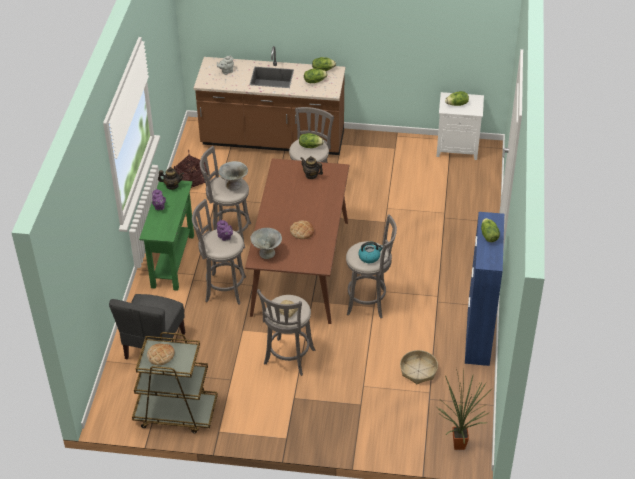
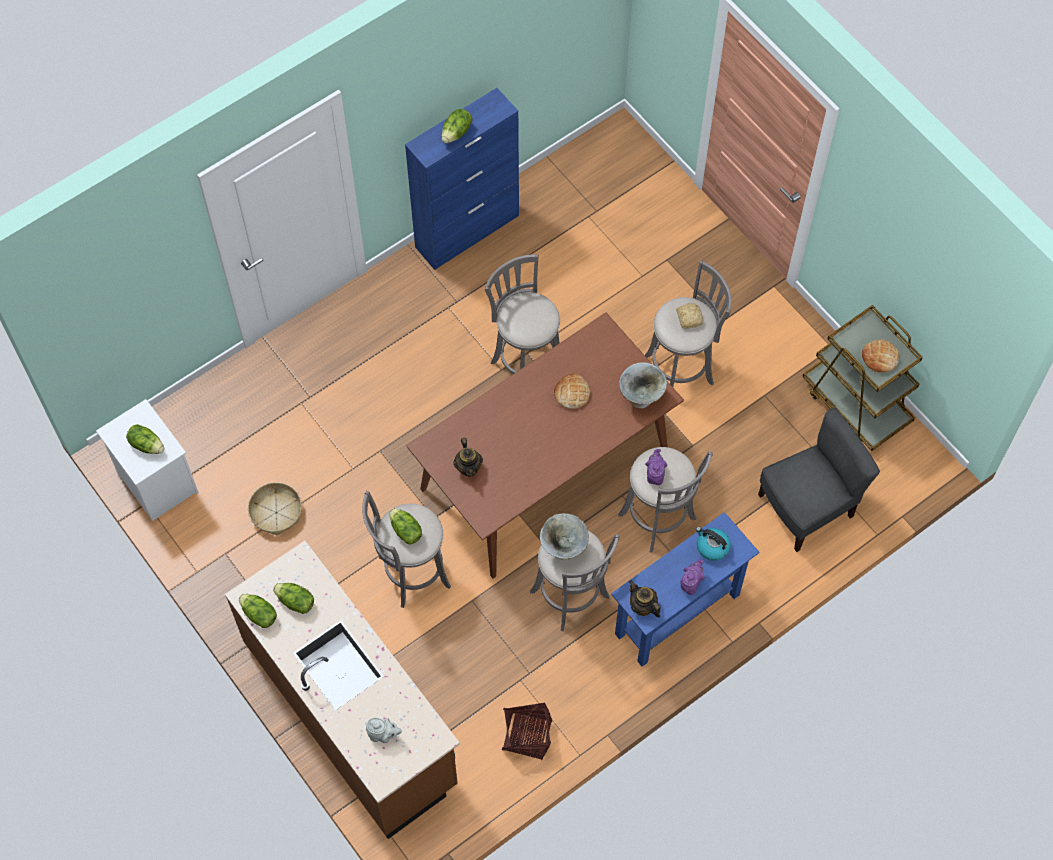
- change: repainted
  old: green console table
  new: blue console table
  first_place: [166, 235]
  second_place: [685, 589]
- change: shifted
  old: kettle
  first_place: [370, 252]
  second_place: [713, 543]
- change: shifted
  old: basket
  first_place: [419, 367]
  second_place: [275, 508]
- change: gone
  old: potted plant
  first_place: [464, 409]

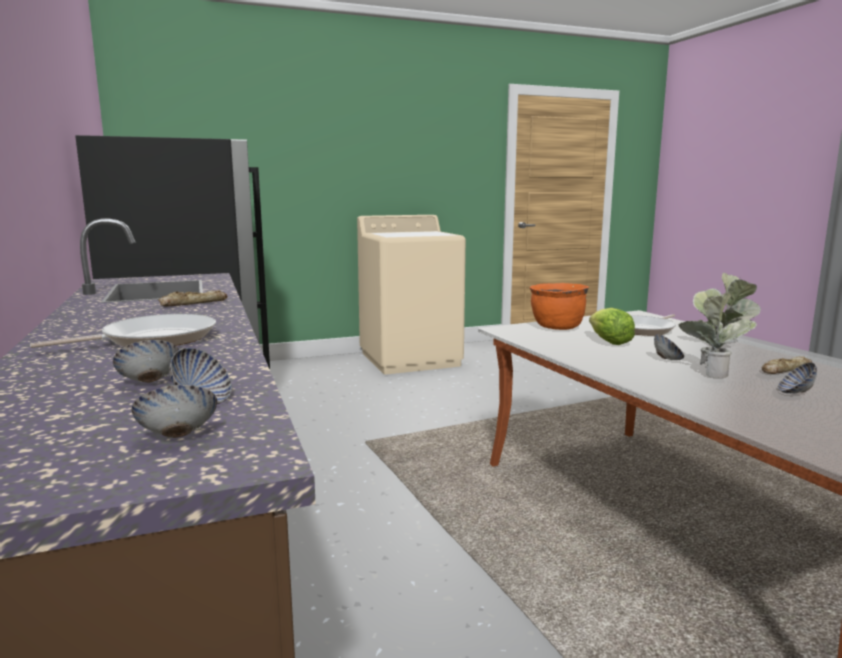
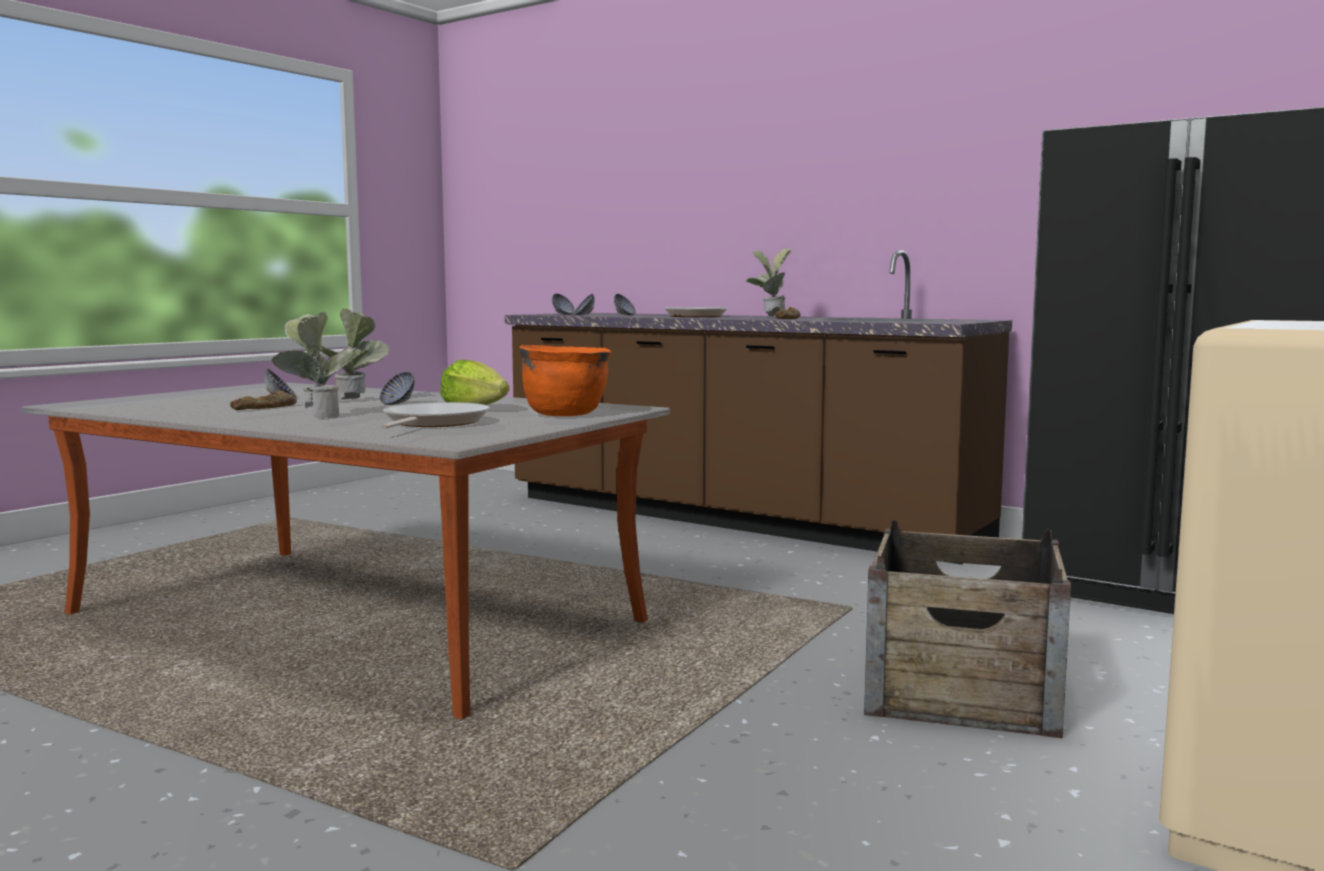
- change: new
  new: potted plant
  second_place: [768, 282]
- change: new
  new: crate
  second_place: [967, 629]

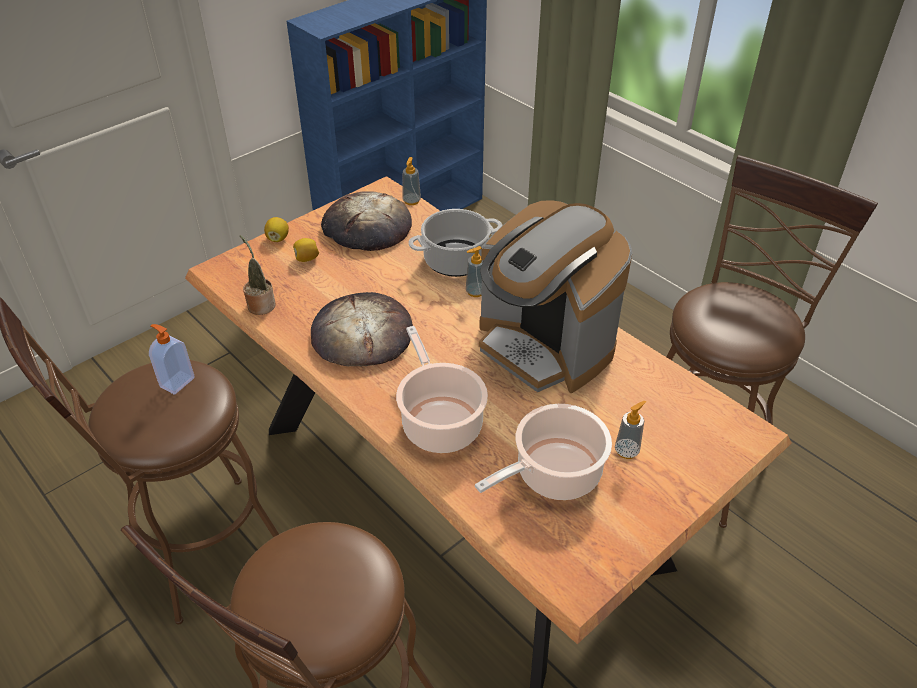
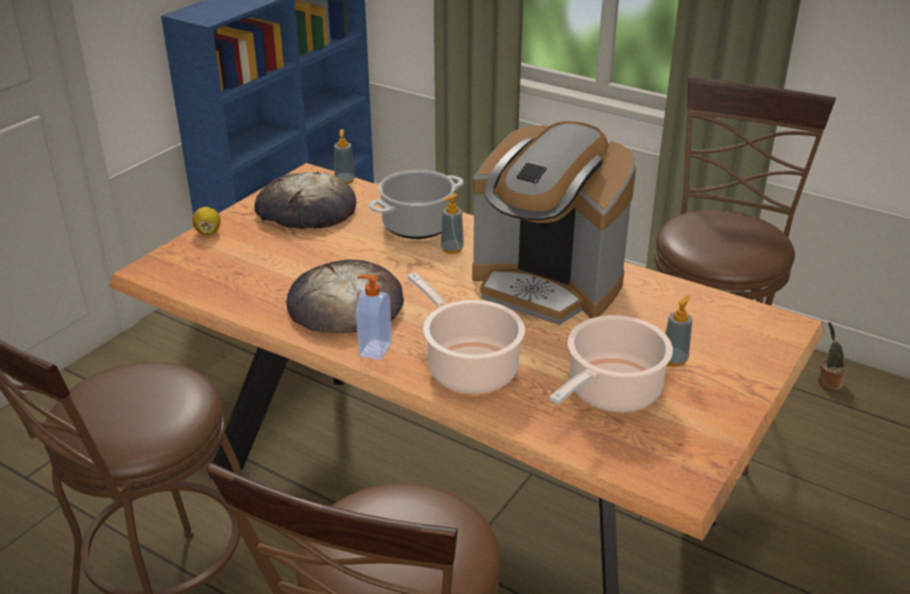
- change: shifted
  old: potted plant
  first_place: [258, 275]
  second_place: [833, 356]
- change: gone
  old: lemon
  first_place: [306, 250]
- change: shifted
  old: soap dispenser
  first_place: [172, 359]
  second_place: [374, 317]

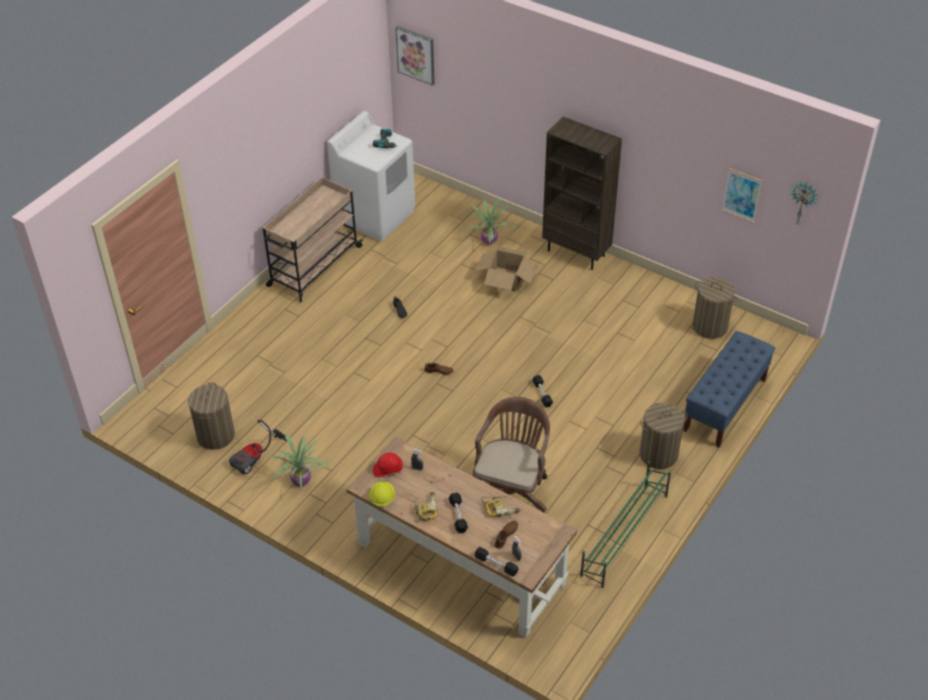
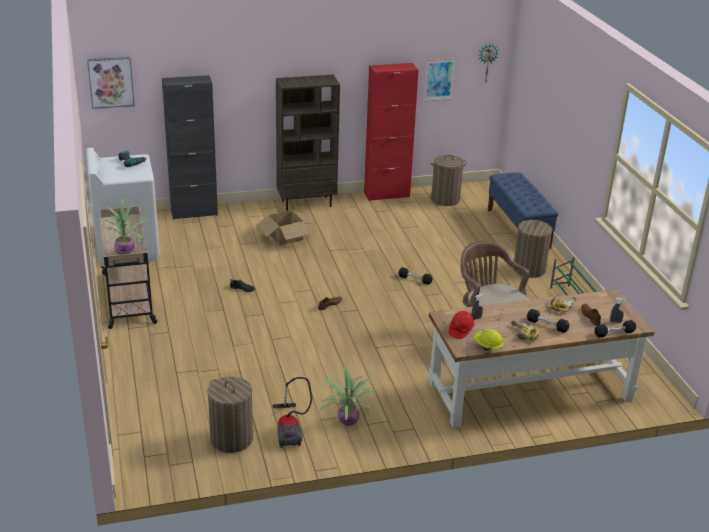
- change: shifted
  old: potted plant
  first_place: [493, 221]
  second_place: [122, 227]
- change: new
  new: red cabinet
  second_place: [391, 132]
- change: new
  new: black cabinet
  second_place: [190, 147]

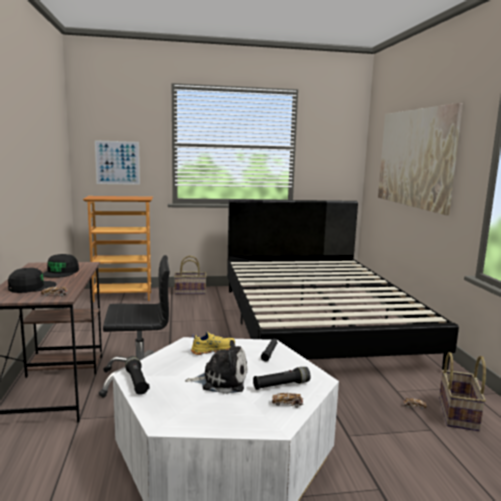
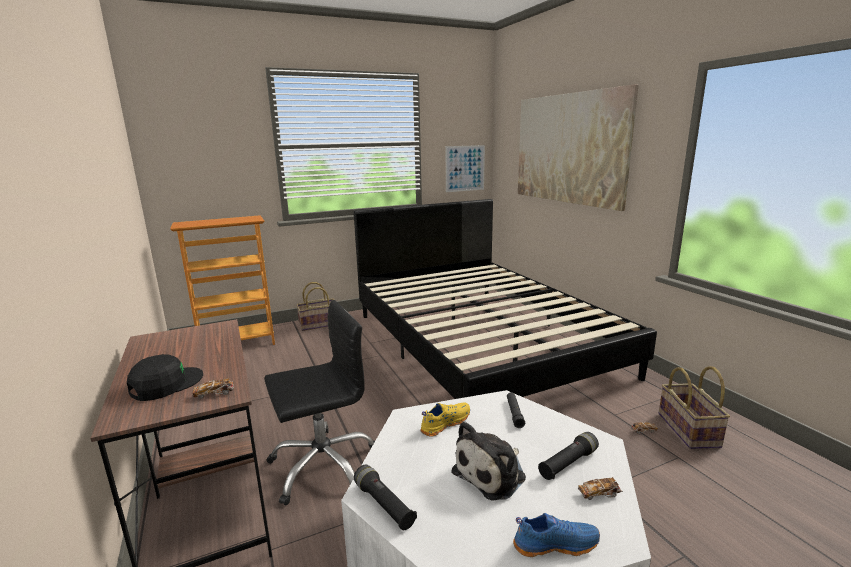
- change: shifted
  old: picture
  first_place: [117, 162]
  second_place: [465, 168]
- change: gone
  old: black cap
  first_place: [61, 266]
- change: rotated
  old: plush toy
  first_place: [216, 367]
  second_place: [488, 461]
  degrees: 150
- change: new
  new: blue shoe
  second_place: [556, 535]

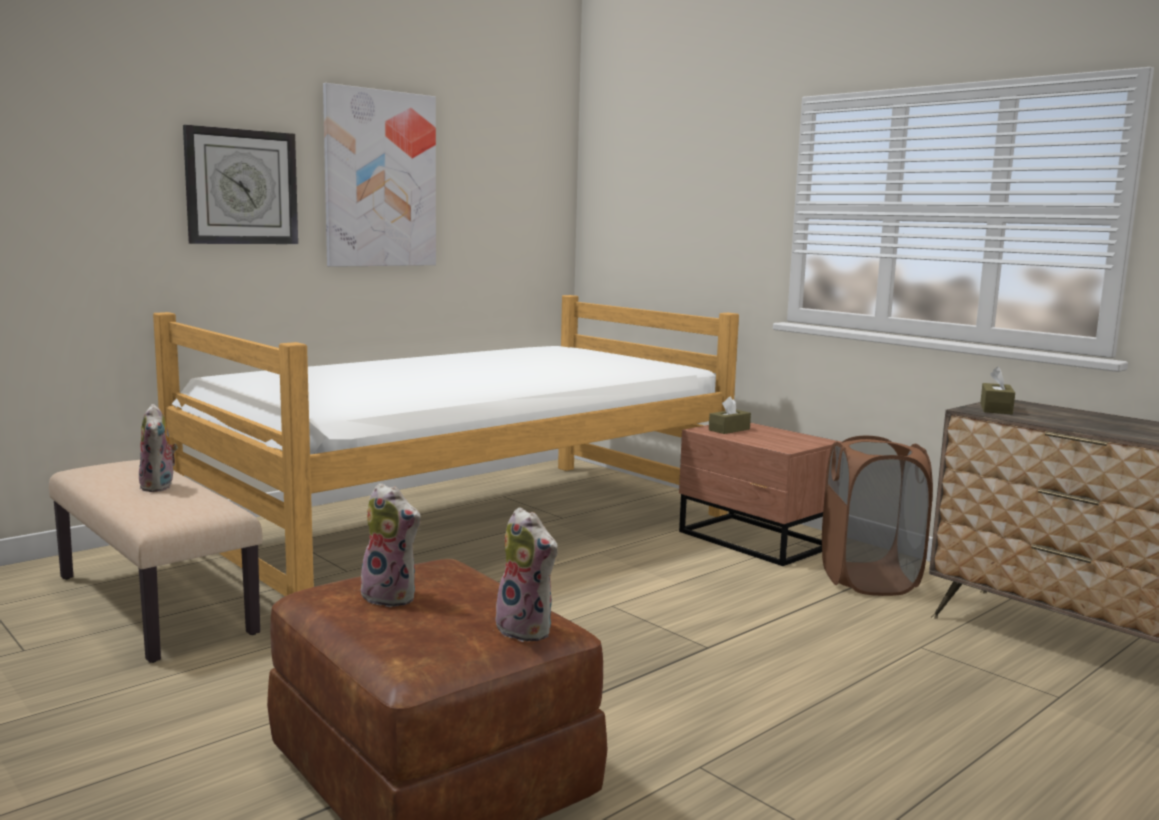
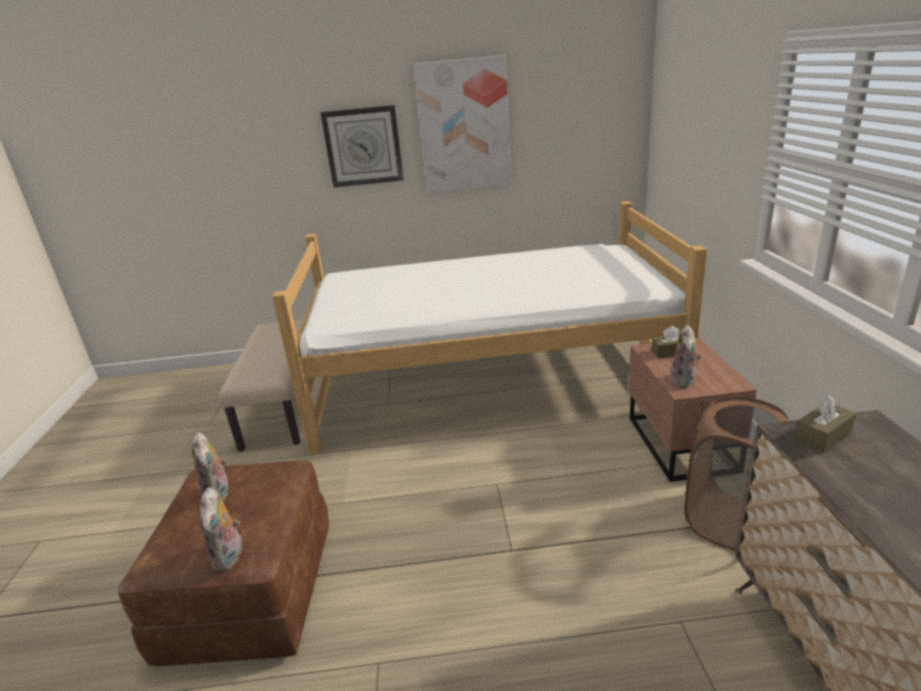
- change: shifted
  old: plush toy
  first_place: [158, 448]
  second_place: [686, 356]

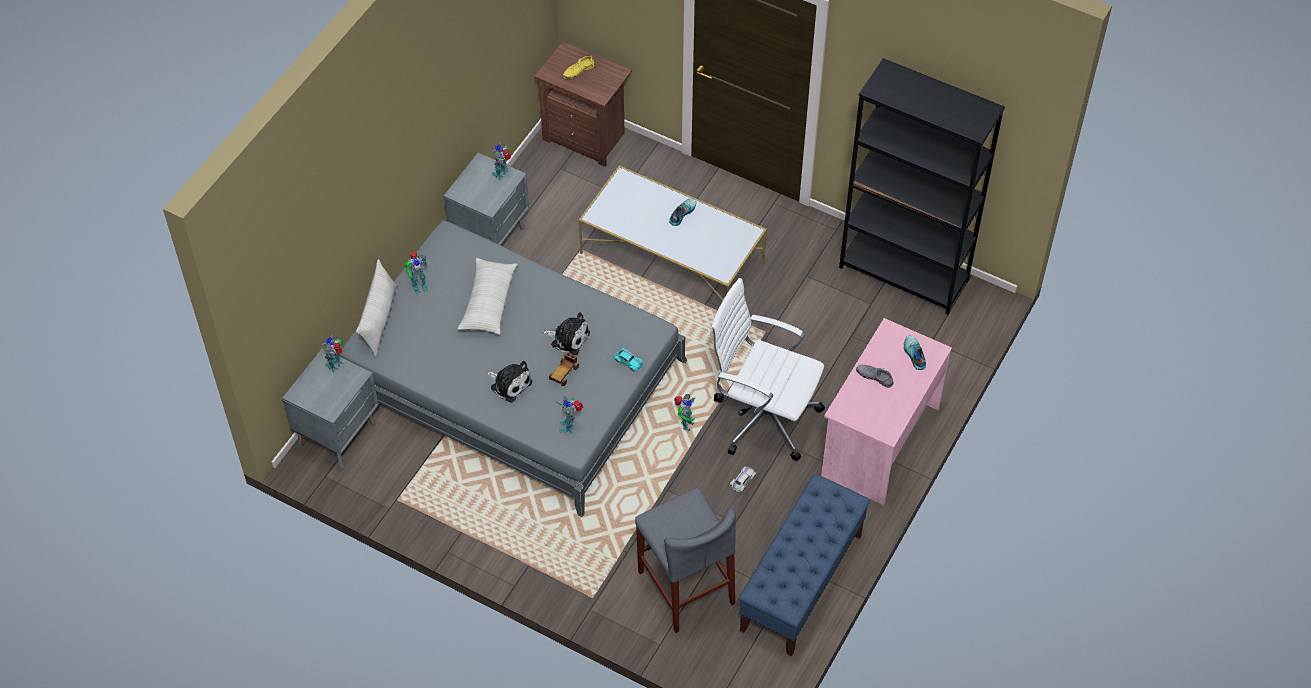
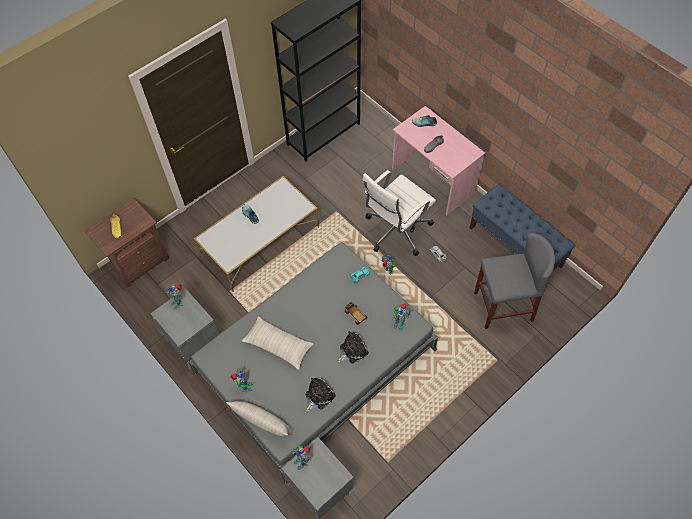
- change: shifted
  old: plush toy
  first_place: [566, 333]
  second_place: [320, 395]

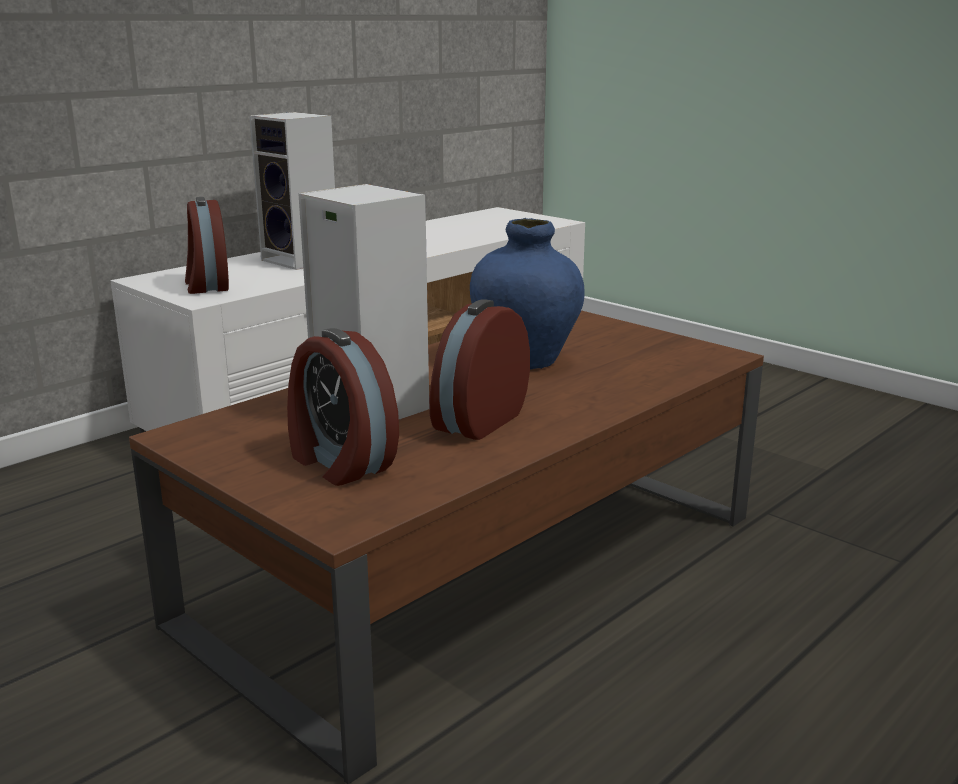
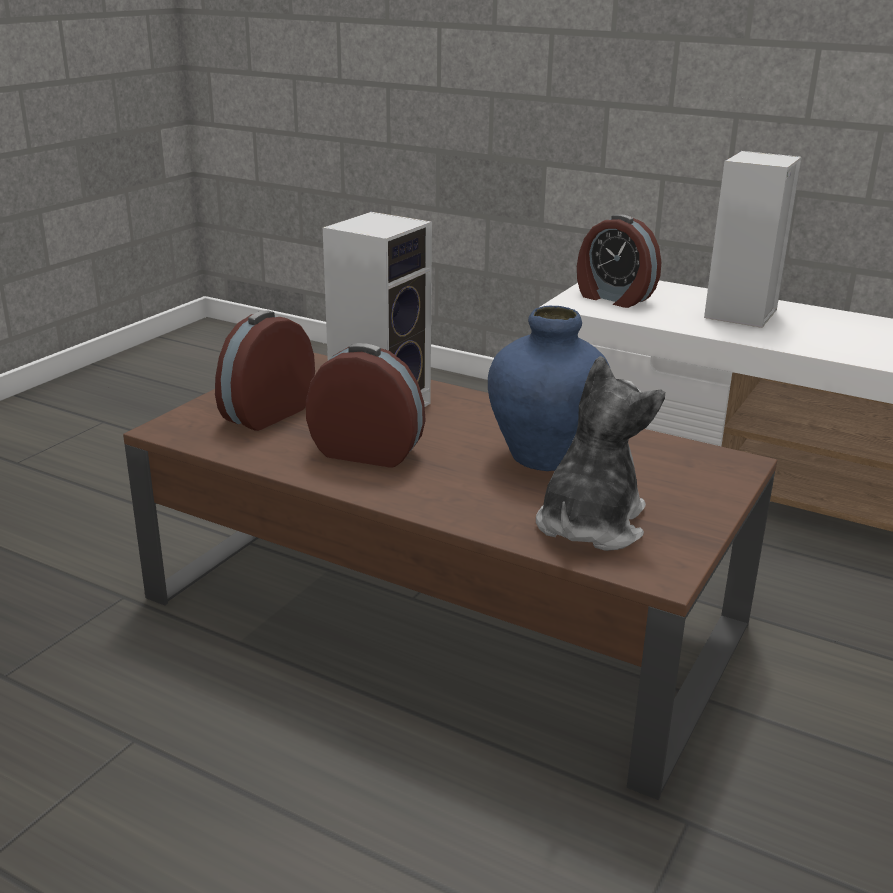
- change: rotated
  old: alarm clock
  first_place: [207, 245]
  second_place: [619, 261]
  degrees: -105
- change: new
  new: plush toy
  second_place: [600, 453]

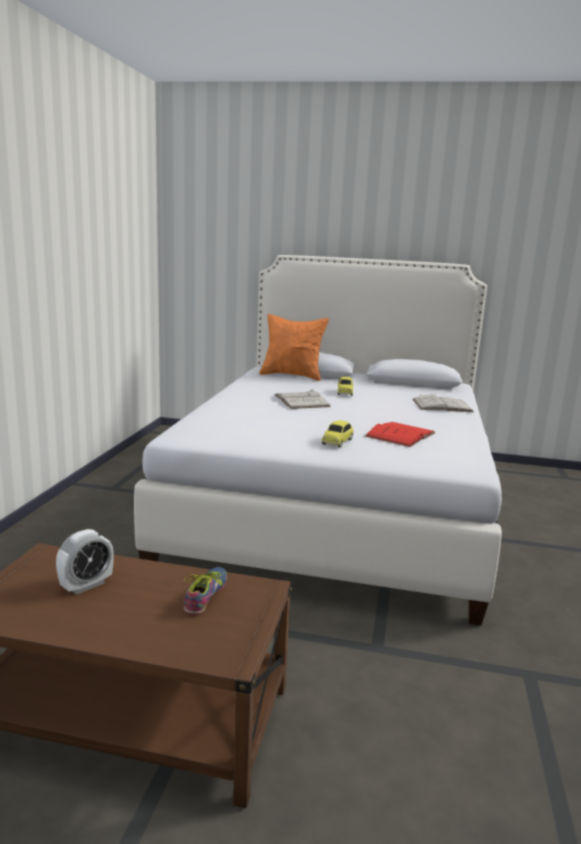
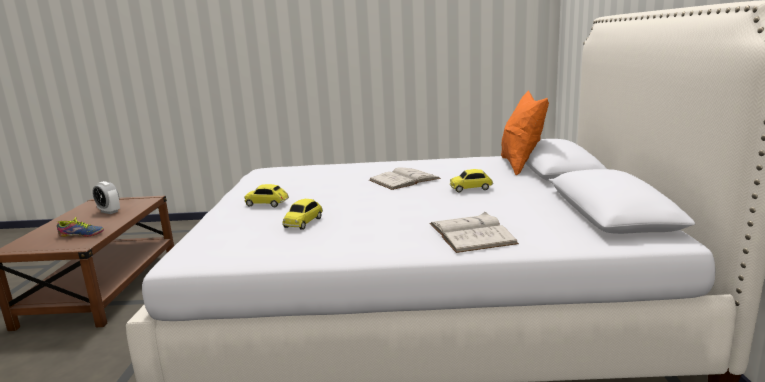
- change: swapped
  old: red book
  new: toy car
  first_place: [400, 434]
  second_place: [302, 214]

